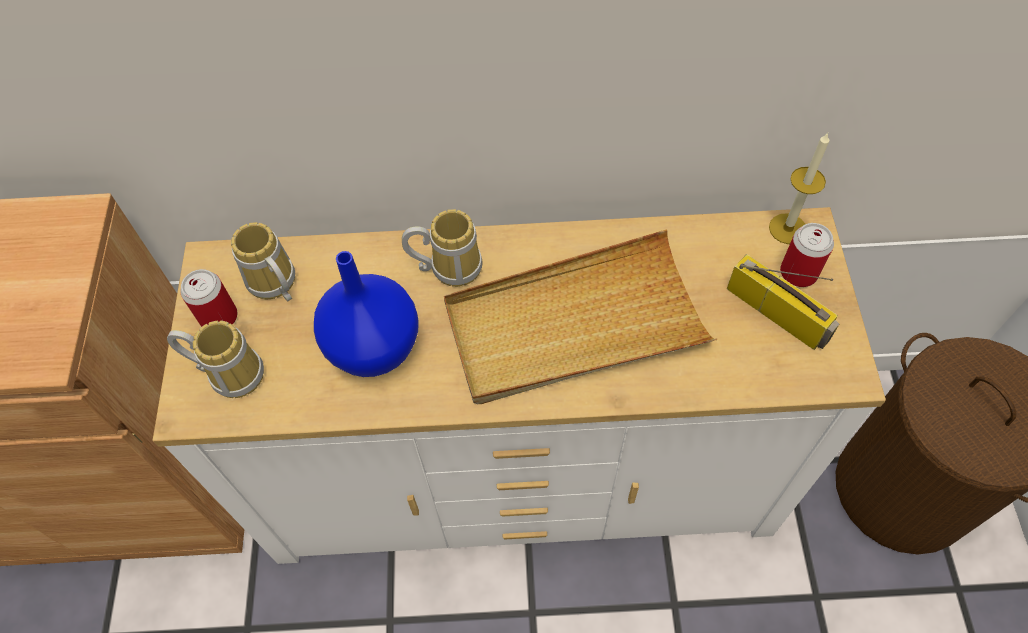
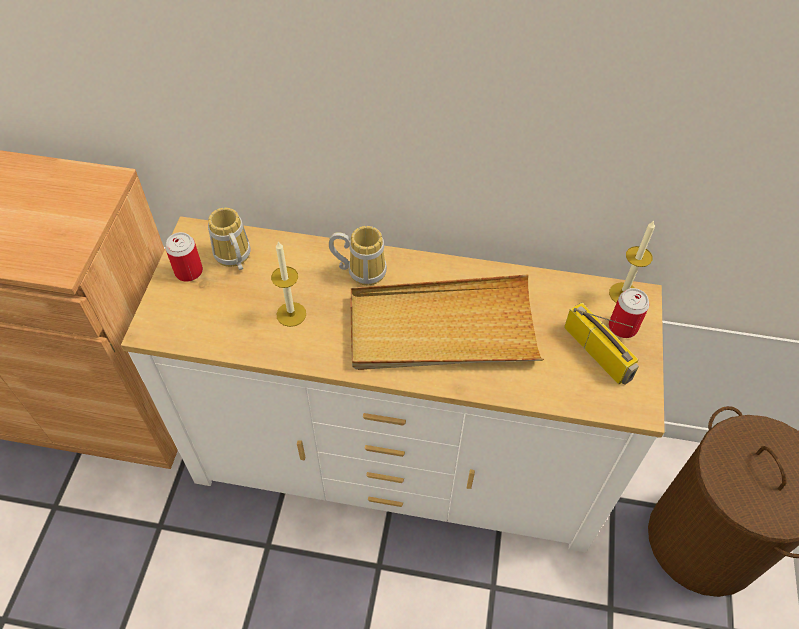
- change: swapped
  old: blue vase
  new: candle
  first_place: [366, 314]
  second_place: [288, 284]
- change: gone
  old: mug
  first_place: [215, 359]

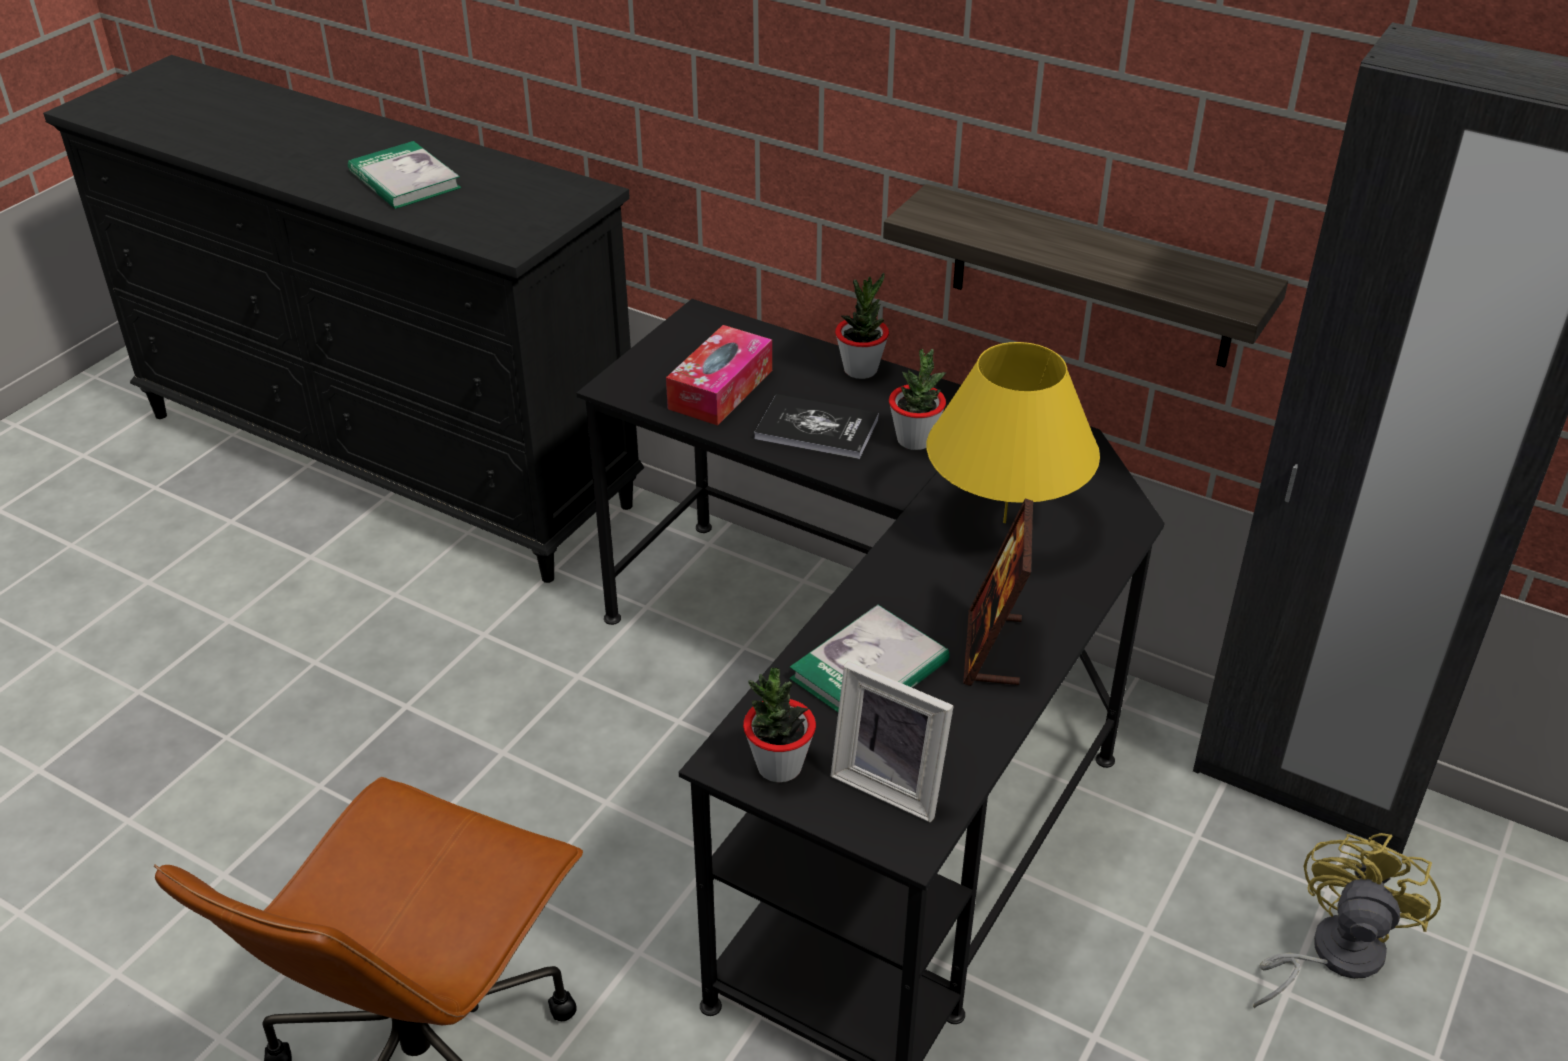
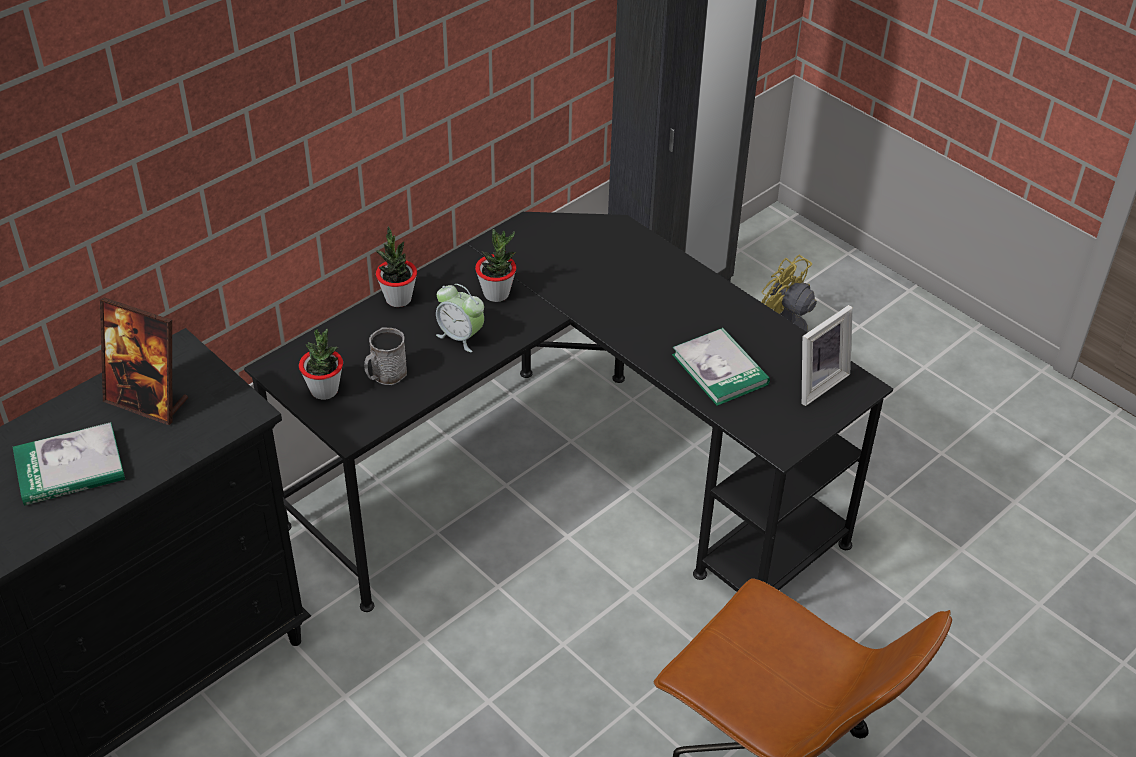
- change: gone
  old: shelf
  first_place: [1085, 276]
- change: swapped
  old: tissue box
  new: grey mug
  first_place: [719, 375]
  second_place: [385, 356]
- change: gone
  old: yellow table lamp
  first_place: [1013, 432]
- change: swapped
  old: book
  new: alarm clock
  first_place: [816, 426]
  second_place: [460, 318]
- change: shifted
  old: picture frame
  first_place: [998, 592]
  second_place: [144, 361]
- change: shifted
  old: potted plant
  first_place: [779, 725]
  second_place: [321, 364]

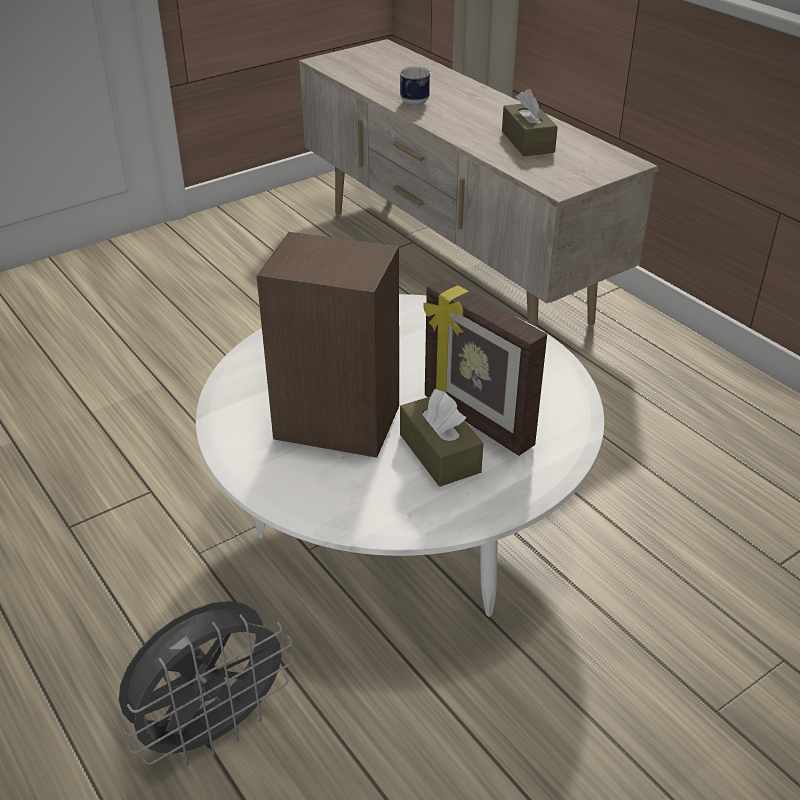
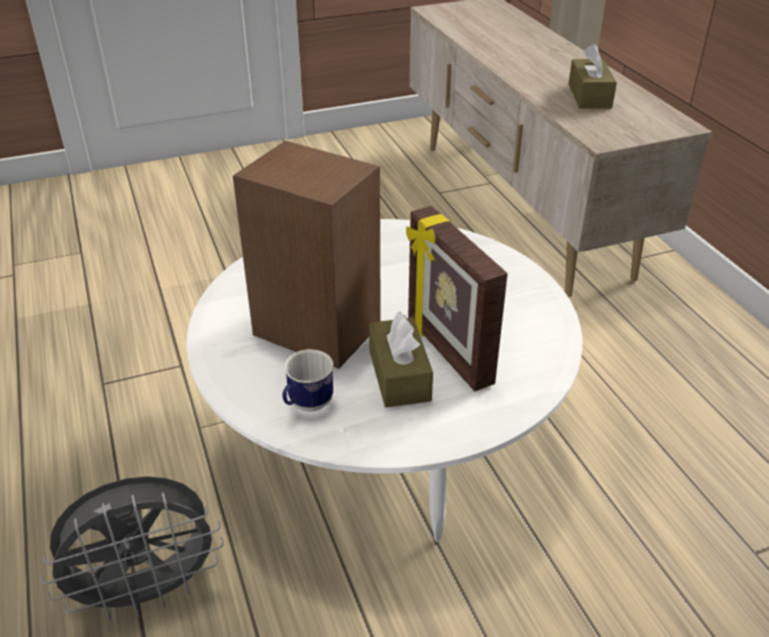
- change: shifted
  old: mug
  first_place: [415, 86]
  second_place: [307, 380]

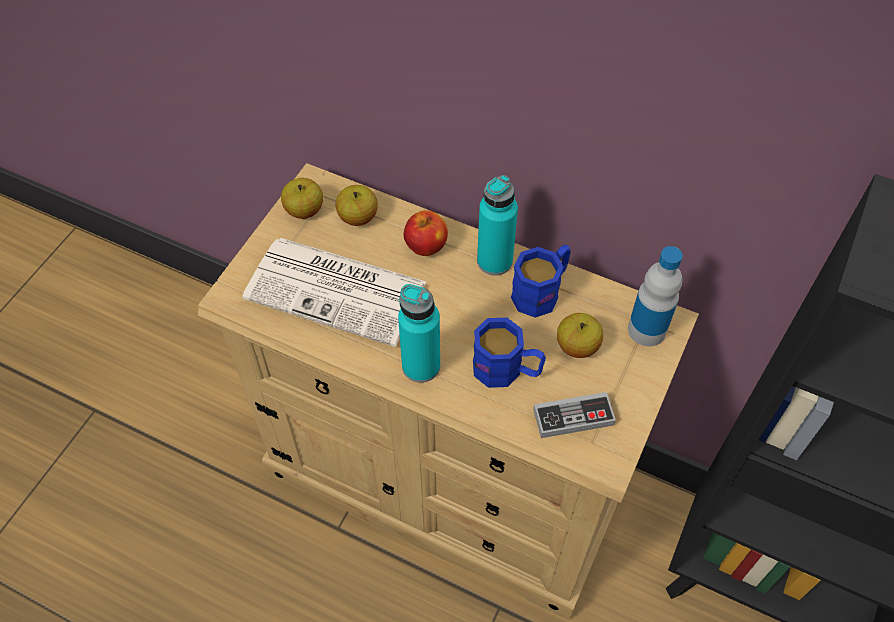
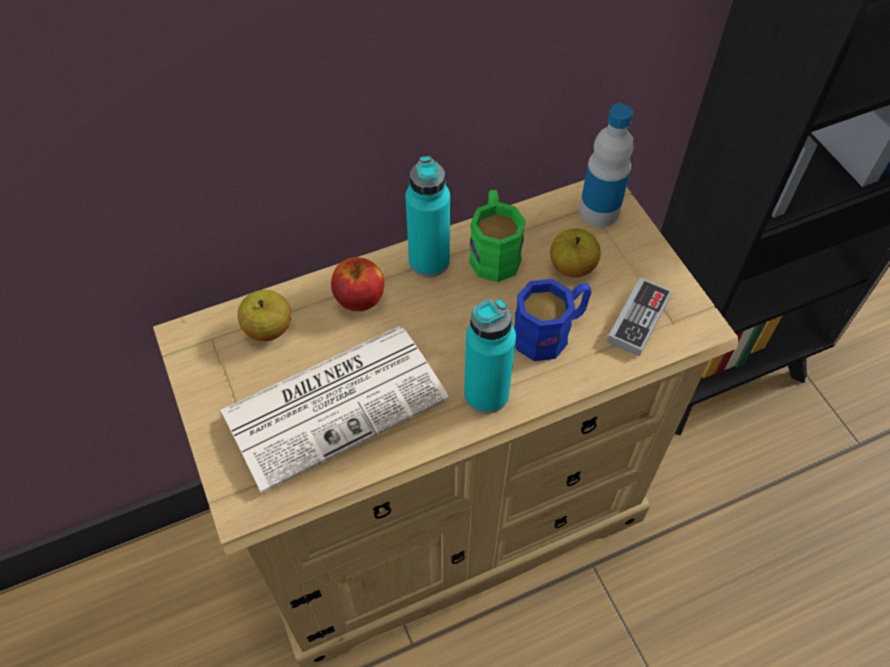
- change: gone
  old: apple
  first_place: [302, 198]
- change: repainted
  old: blue mug
  new: green mug
  first_place: [541, 281]
  second_place: [497, 236]

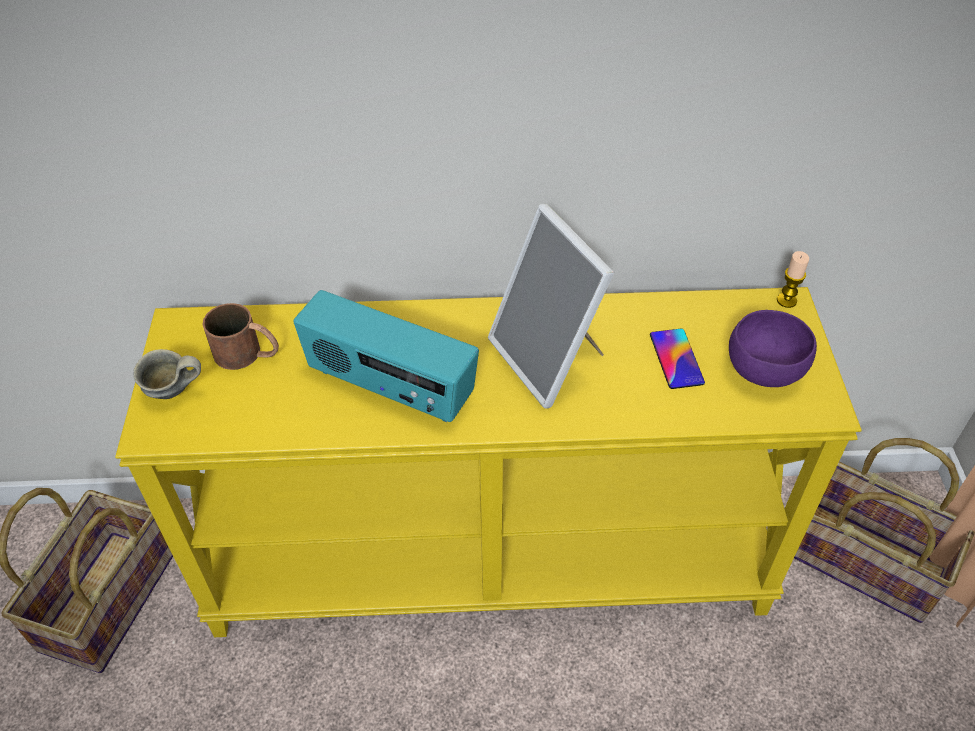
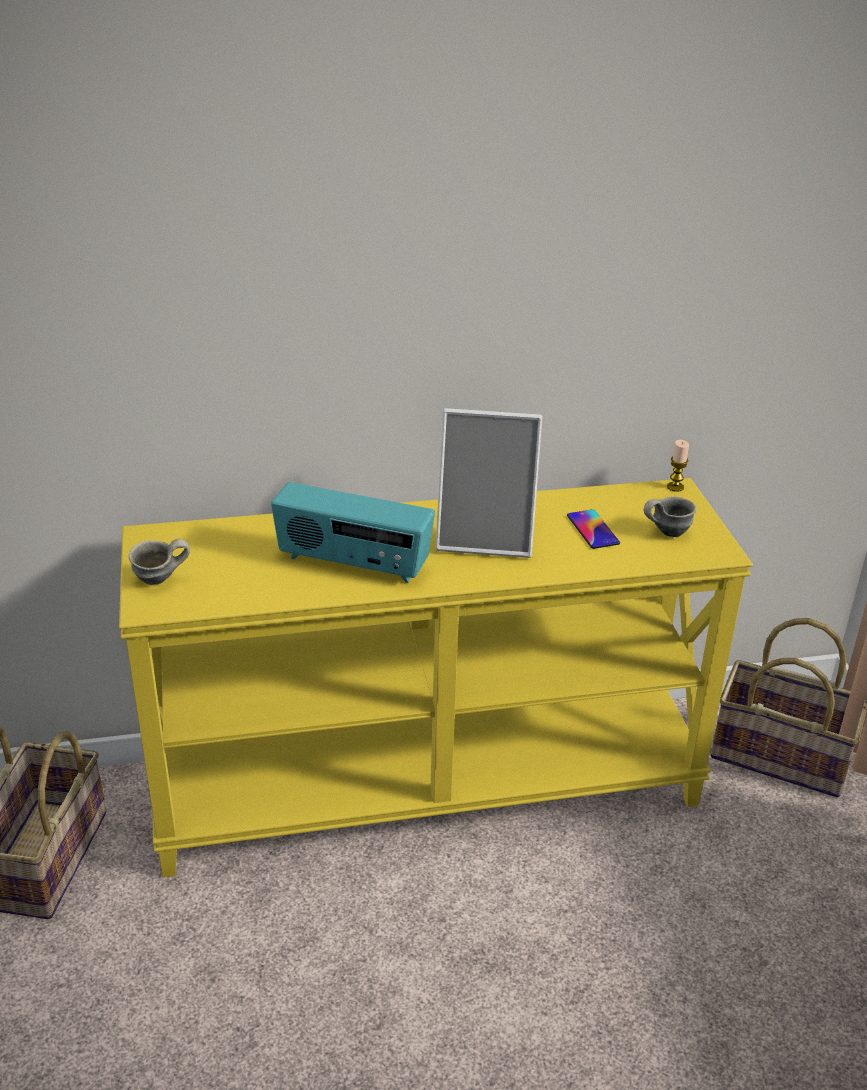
- change: rotated
  old: picture frame
  first_place: [551, 306]
  second_place: [489, 483]
  degrees: -45
- change: gone
  old: brown mug
  first_place: [240, 336]
- change: swapped
  old: purple bowl
  new: grey mug
  first_place: [773, 348]
  second_place: [669, 517]

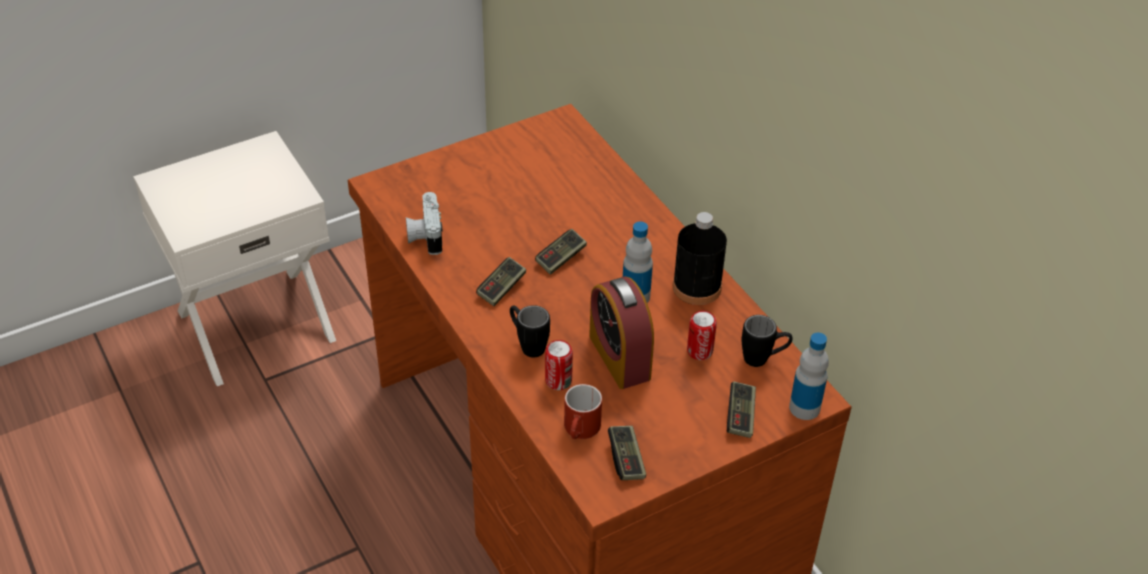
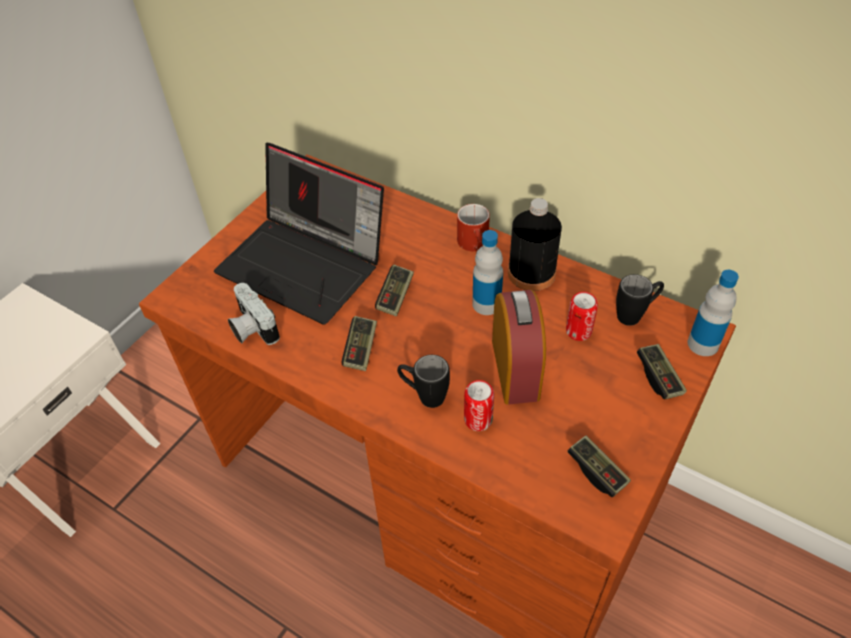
- change: rotated
  old: alarm clock
  first_place: [621, 333]
  second_place: [519, 347]
  degrees: -135
- change: shifted
  old: red mug
  first_place: [583, 411]
  second_place: [473, 227]
- change: new
  new: laptop
  second_place: [299, 234]

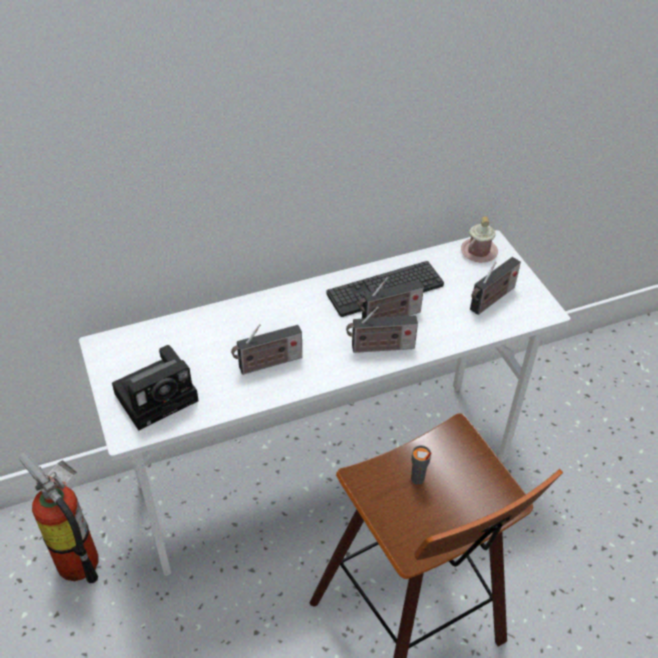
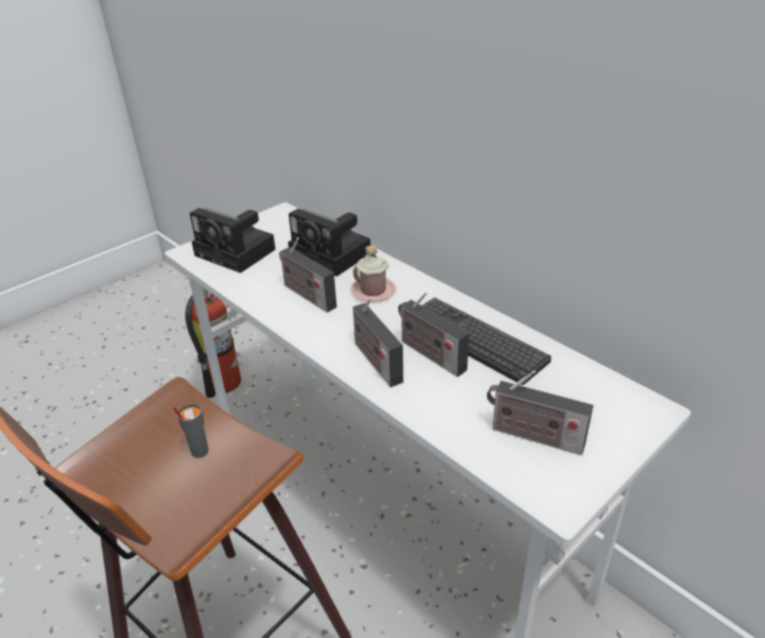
- change: shifted
  old: pink mug
  first_place: [479, 239]
  second_place: [373, 273]
- change: new
  new: photo camera
  second_place: [329, 242]

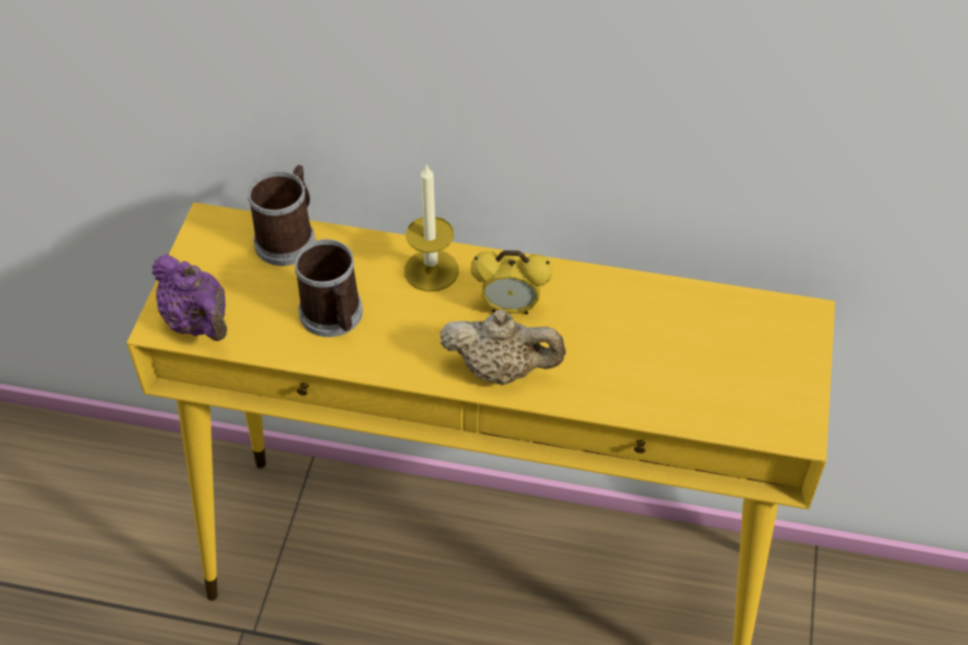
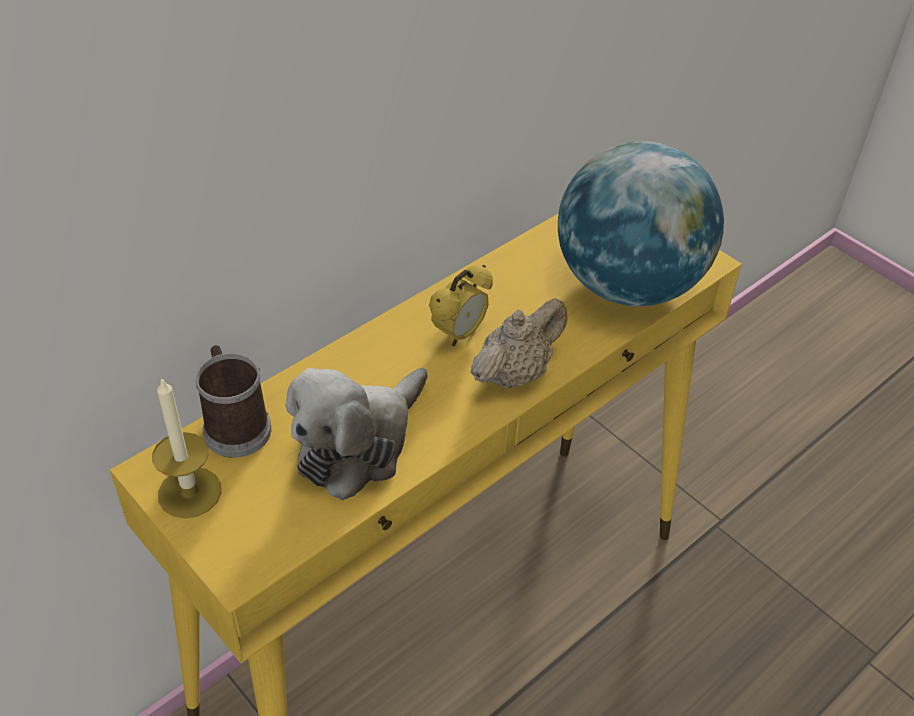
- change: shifted
  old: candle
  first_place: [431, 227]
  second_place: [186, 448]
- change: swapped
  old: mug
  new: plush toy
  first_place: [328, 288]
  second_place: [357, 434]
- change: gone
  old: purple teapot
  first_place: [189, 297]
- change: new
  new: globe
  second_place: [641, 223]

